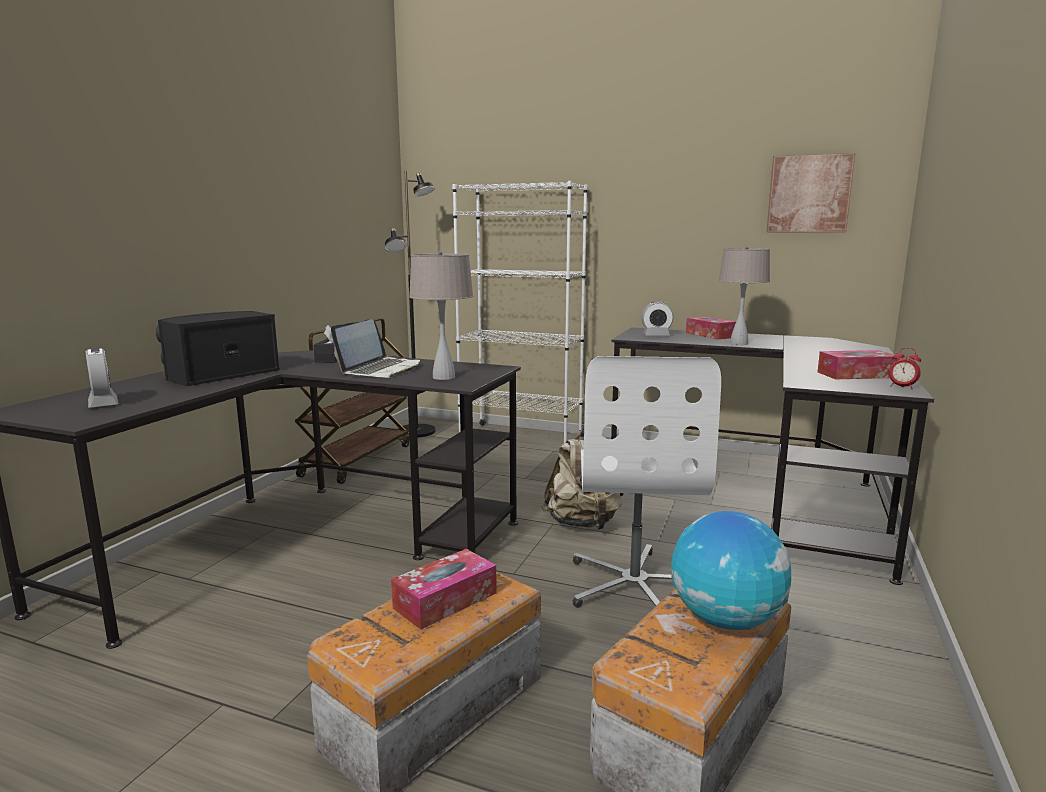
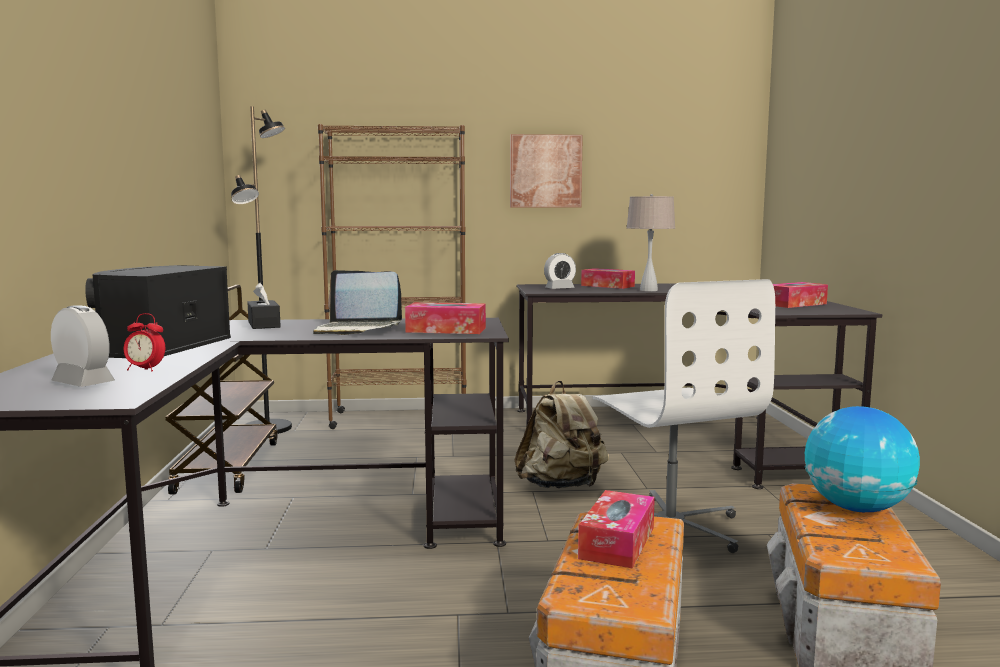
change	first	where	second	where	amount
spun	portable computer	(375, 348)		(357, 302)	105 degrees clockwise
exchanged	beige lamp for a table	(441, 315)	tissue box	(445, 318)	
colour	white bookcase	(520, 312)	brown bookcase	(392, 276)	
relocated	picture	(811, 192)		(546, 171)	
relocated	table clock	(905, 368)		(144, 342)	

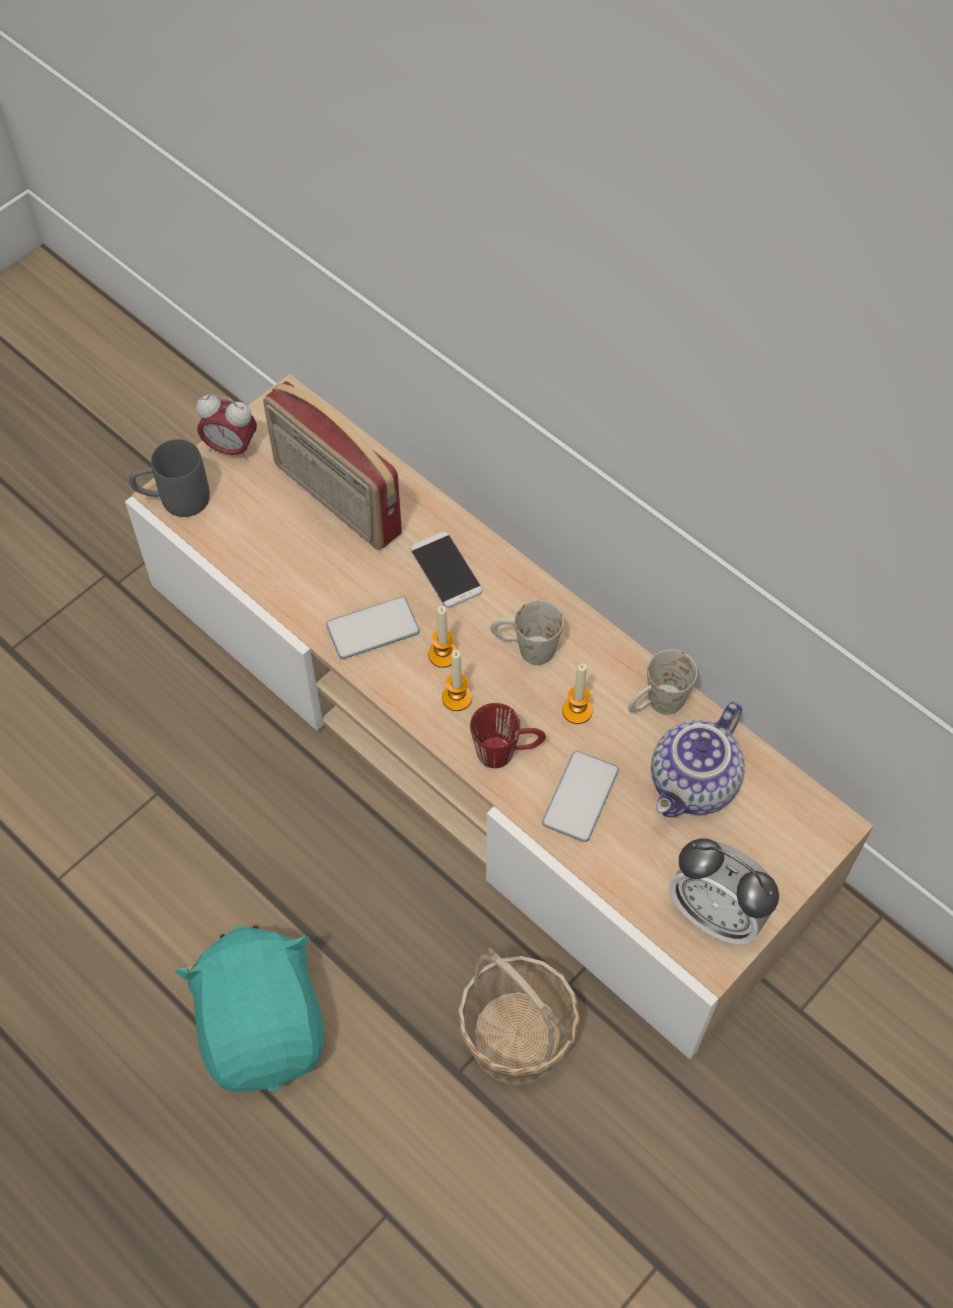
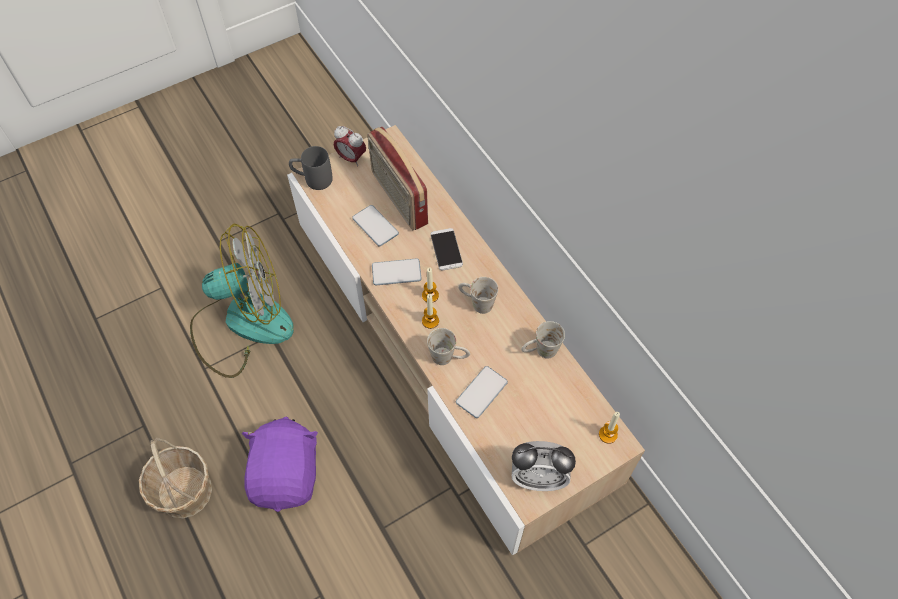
change	first	where	second	where	amount
colour	turquoise-coloured cuddly toy	(249, 1008)	purple-coloured cuddly toy	(280, 464)	
relocated	basket	(518, 1016)		(175, 478)	
colour	red-coloured tea mug	(508, 735)	white tea mug	(448, 346)	
relocated	candle	(577, 694)		(609, 428)	
missing	teapot	(698, 760)			
spun	table clock	(724, 891)		(544, 466)	45 degrees counterclockwise
appeared			fan	(242, 300)	
appeared			telephone	(375, 225)	

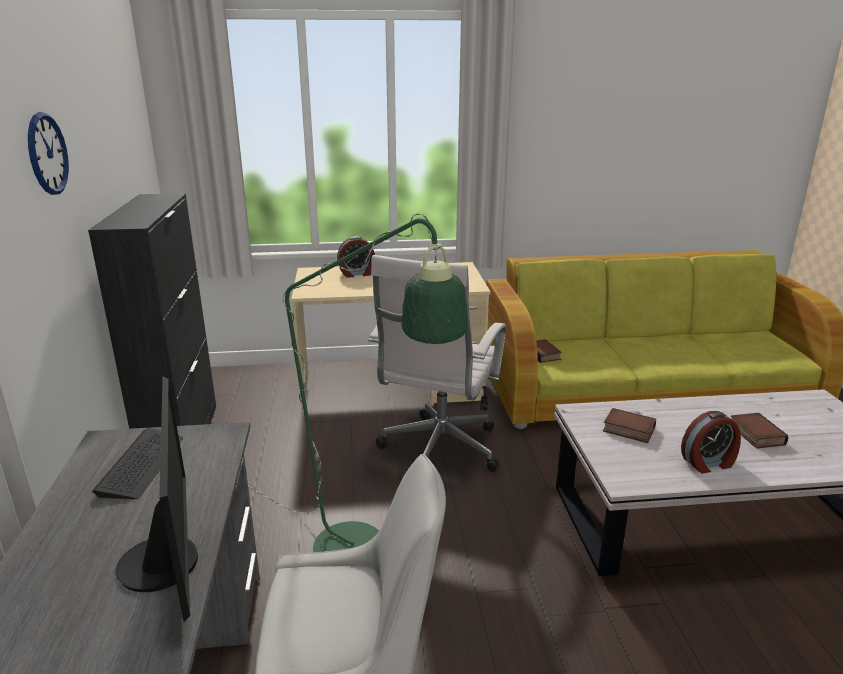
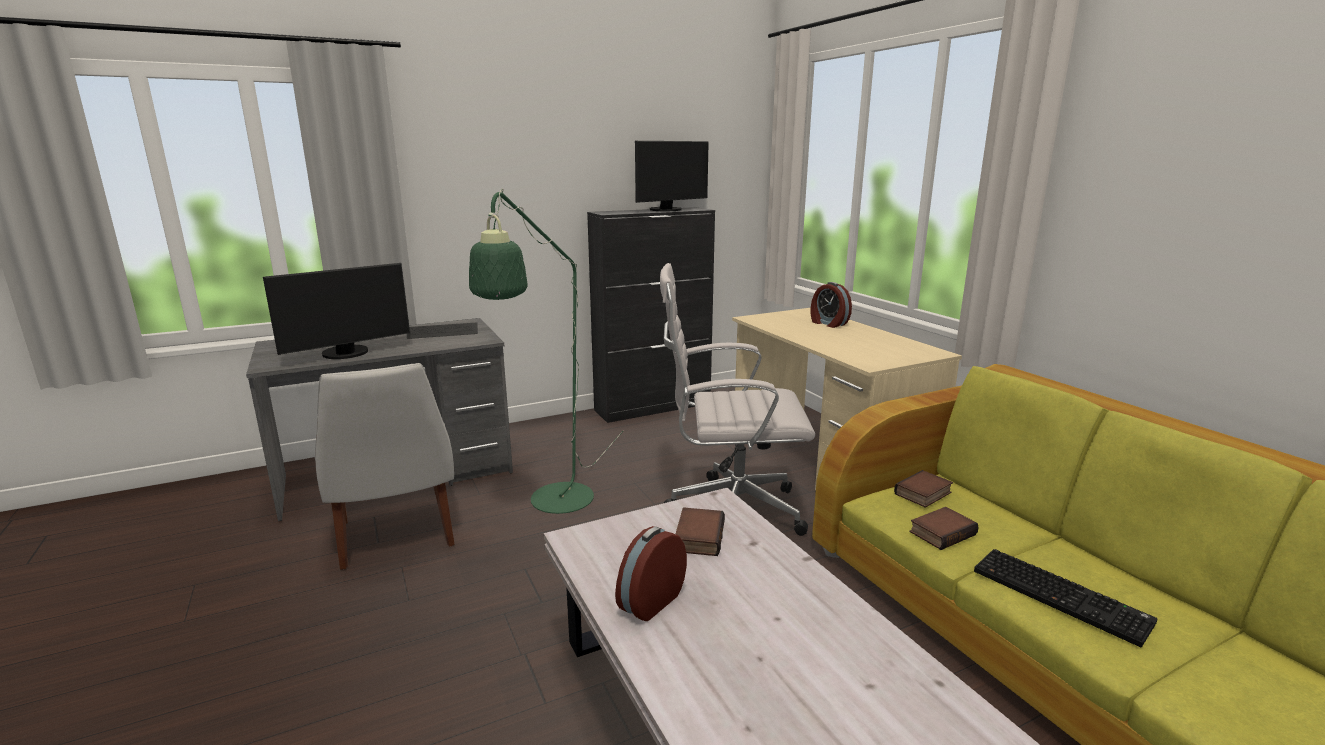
change	first	where	second	where	amount
missing	wall clock	(48, 153)			
spun	table clock	(711, 442)		(651, 573)	75 degrees clockwise
relocated	volume	(759, 430)		(944, 528)	
appeared			computer display	(672, 176)	
appeared			PC keyboard	(1066, 598)	

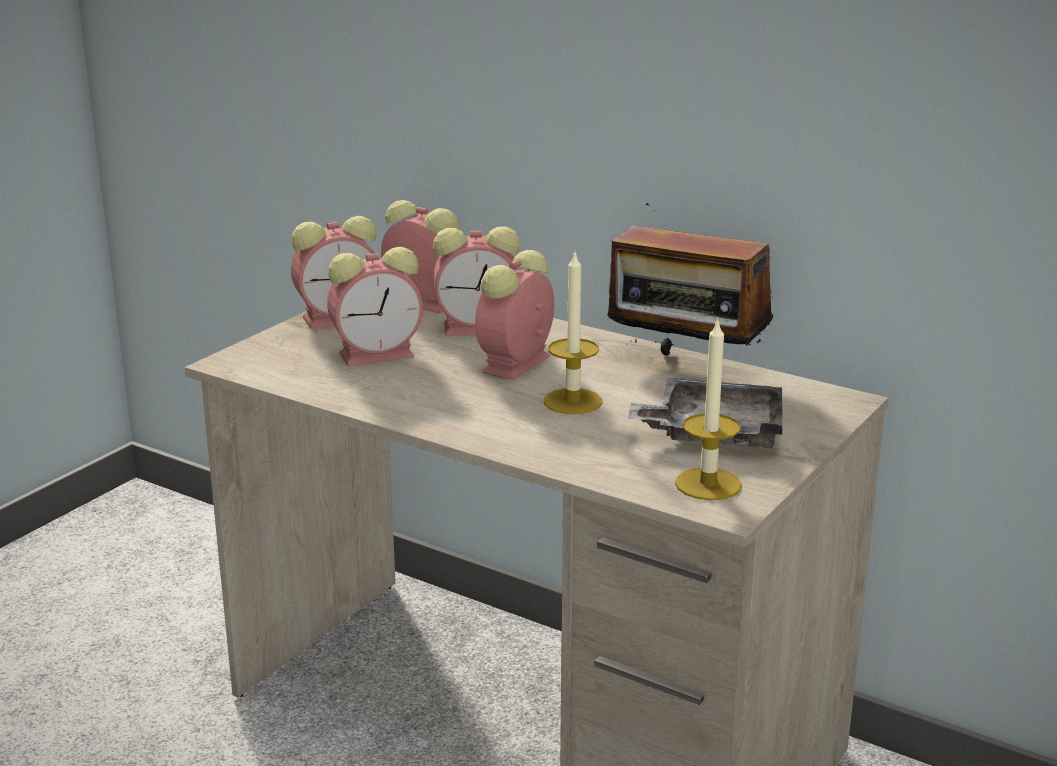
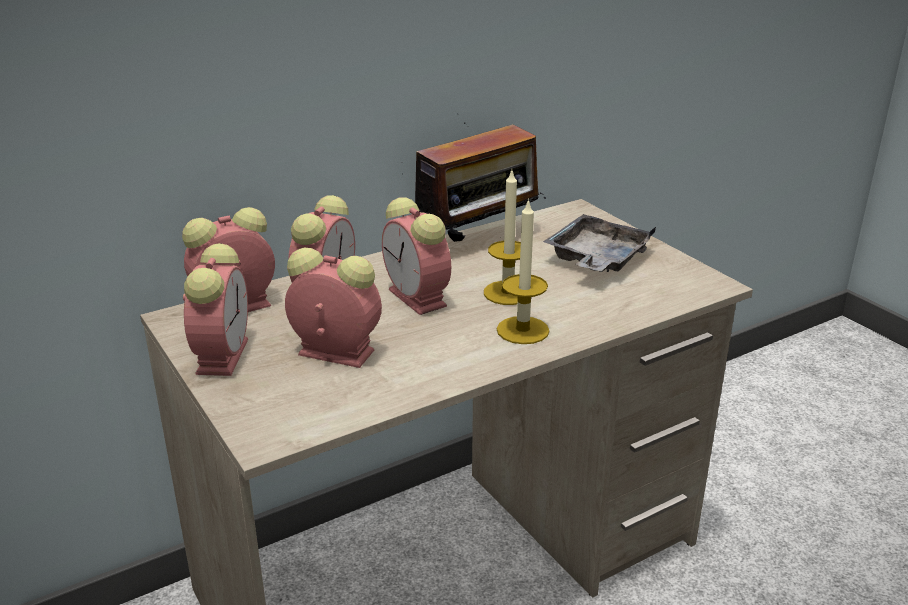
change	first	where	second	where	amount
spun	table clock	(375, 306)		(333, 308)	75 degrees counterclockwise
relocated	candle	(708, 408)		(523, 271)	

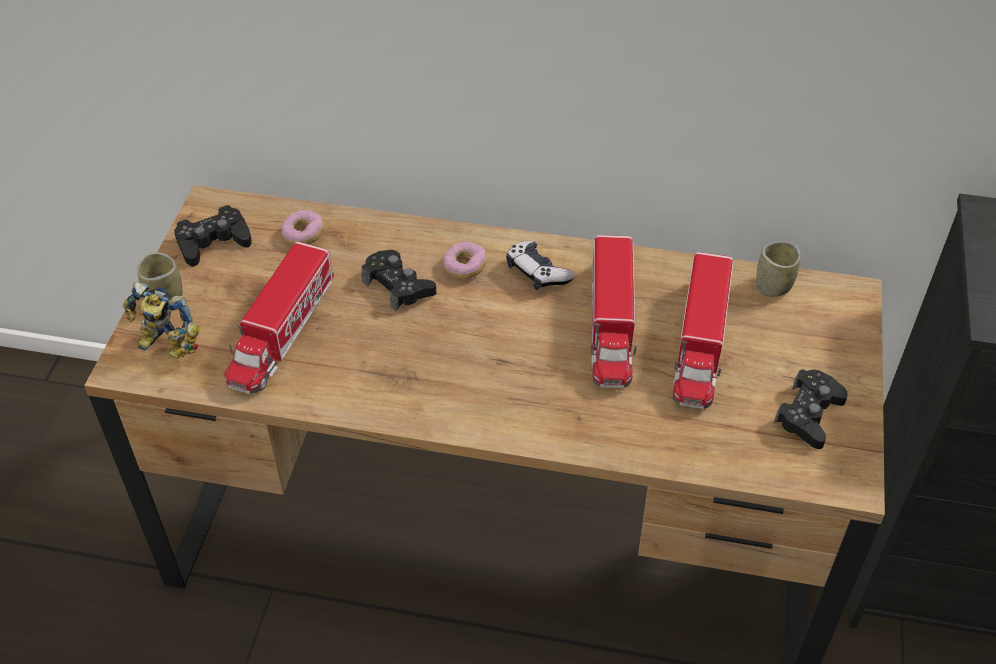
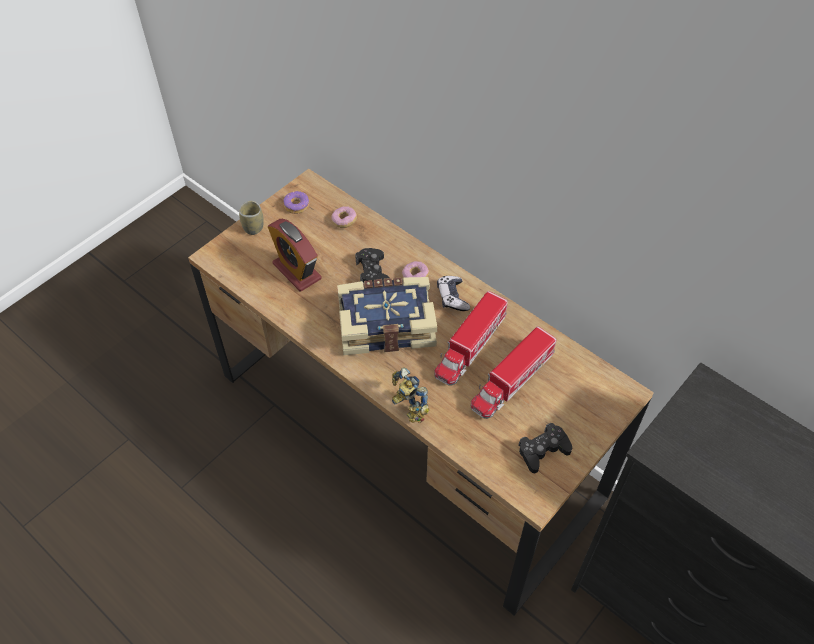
change	first	where	second	where	amount
relocated	model robot	(161, 320)		(410, 395)	
exchanged	black joypad	(213, 236)	donut	(296, 202)	
exchanged	toy lorry	(279, 317)	table clock	(295, 255)	
missing	small cup	(778, 269)			
appeared			volume	(387, 316)	

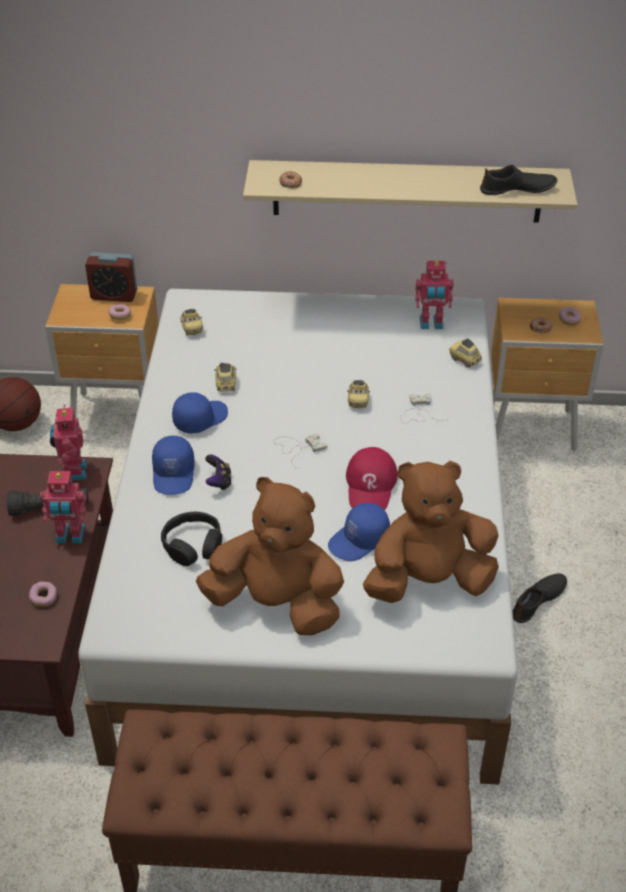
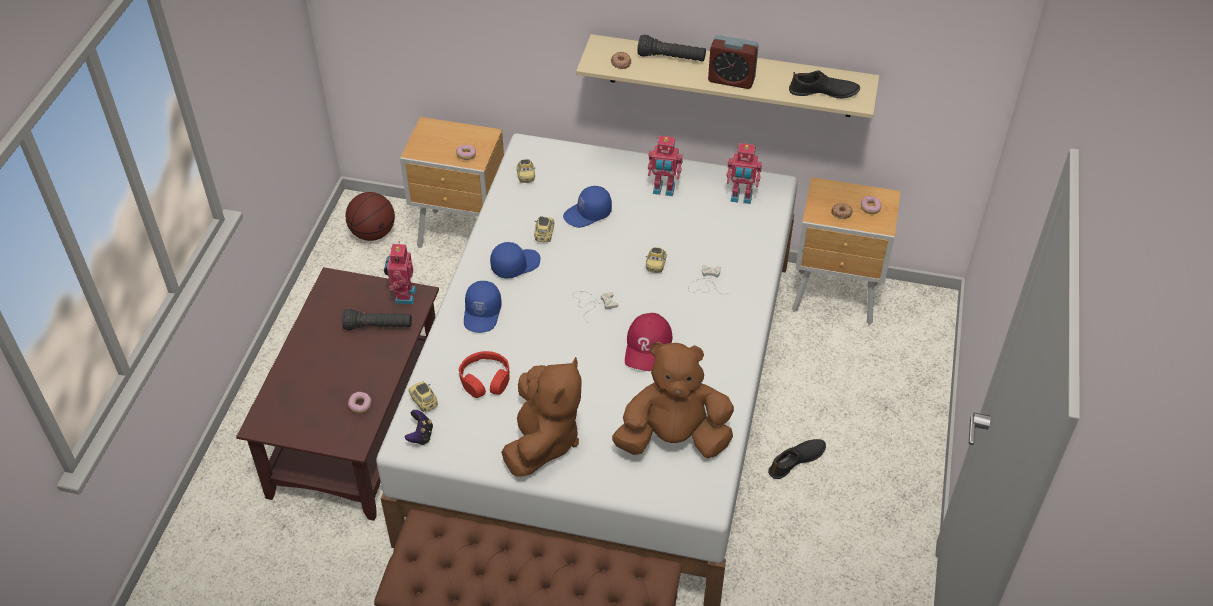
change	first	where	second	where	amount
relocated	model robot	(63, 507)		(665, 166)	
relocated	table clock	(111, 277)		(733, 62)	
colour	black headphones	(191, 539)	red-coloured headphones	(484, 374)	
spun	brown cuddly toy	(270, 556)		(541, 417)	75 degrees clockwise
relocated	joypad	(218, 472)		(419, 427)	
relocated	blue-coloured baseball cap	(359, 532)		(587, 207)	
relocated	miniature car	(465, 353)		(423, 396)	
appeared			black torch	(671, 48)	

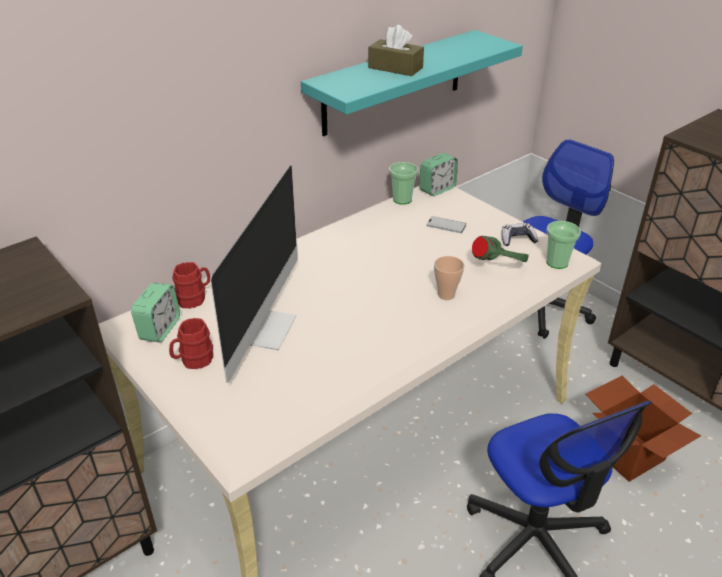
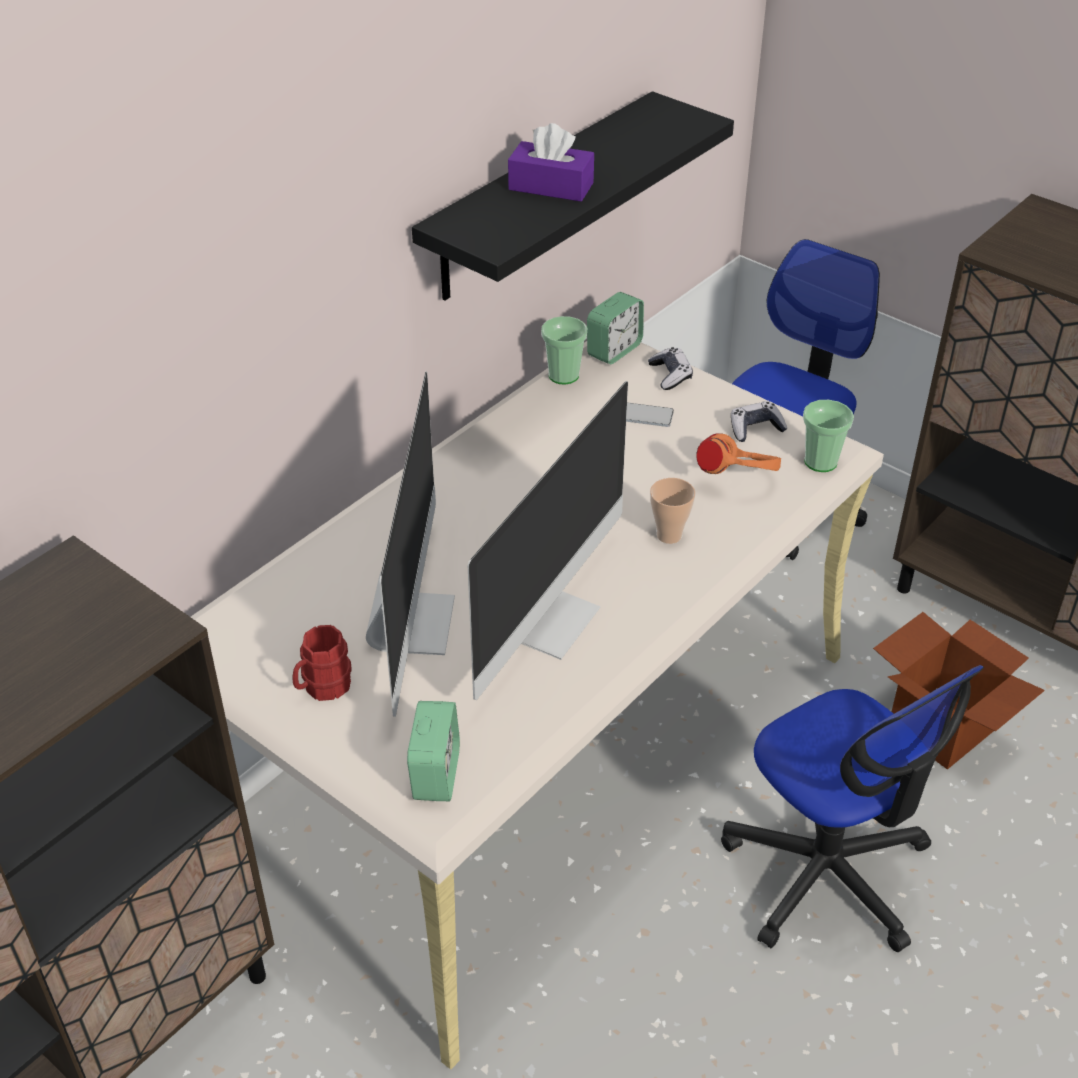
change	first	where	second	where	amount
relocated	table clock	(155, 313)		(433, 751)	
missing	red-coloured tea mug	(191, 285)			
colour	turquoise-coloured wall shelf	(412, 83)	black wall shelf	(573, 196)	
colour	brown tissue box	(396, 50)	purple-coloured tissue box	(551, 162)	
colour	green headphones	(500, 249)	orangey headphones	(738, 453)	
appeared			computer display	(548, 540)	
appeared			joypad	(670, 368)	

